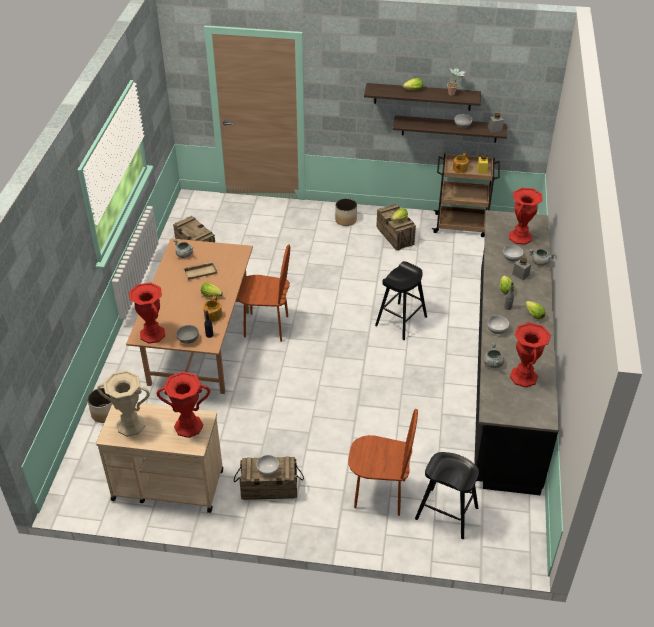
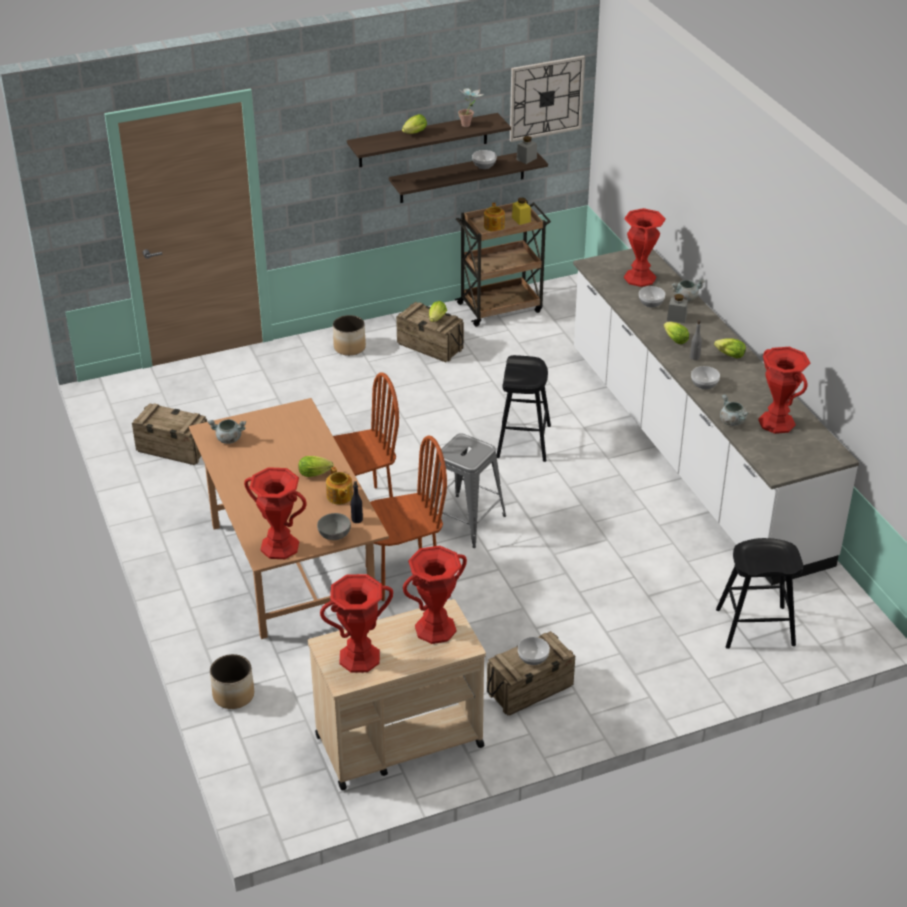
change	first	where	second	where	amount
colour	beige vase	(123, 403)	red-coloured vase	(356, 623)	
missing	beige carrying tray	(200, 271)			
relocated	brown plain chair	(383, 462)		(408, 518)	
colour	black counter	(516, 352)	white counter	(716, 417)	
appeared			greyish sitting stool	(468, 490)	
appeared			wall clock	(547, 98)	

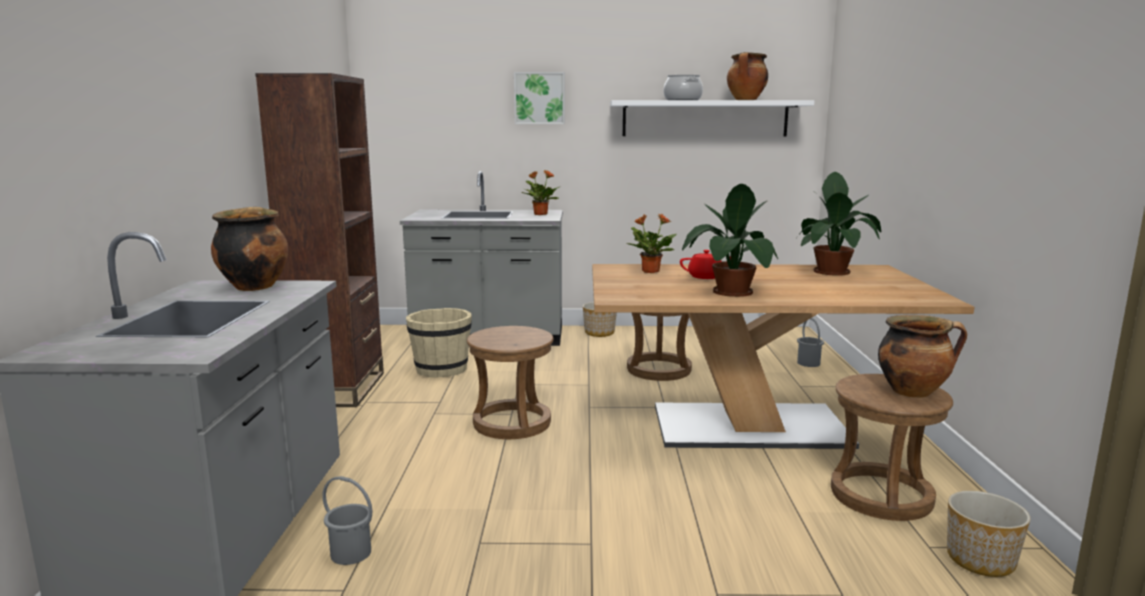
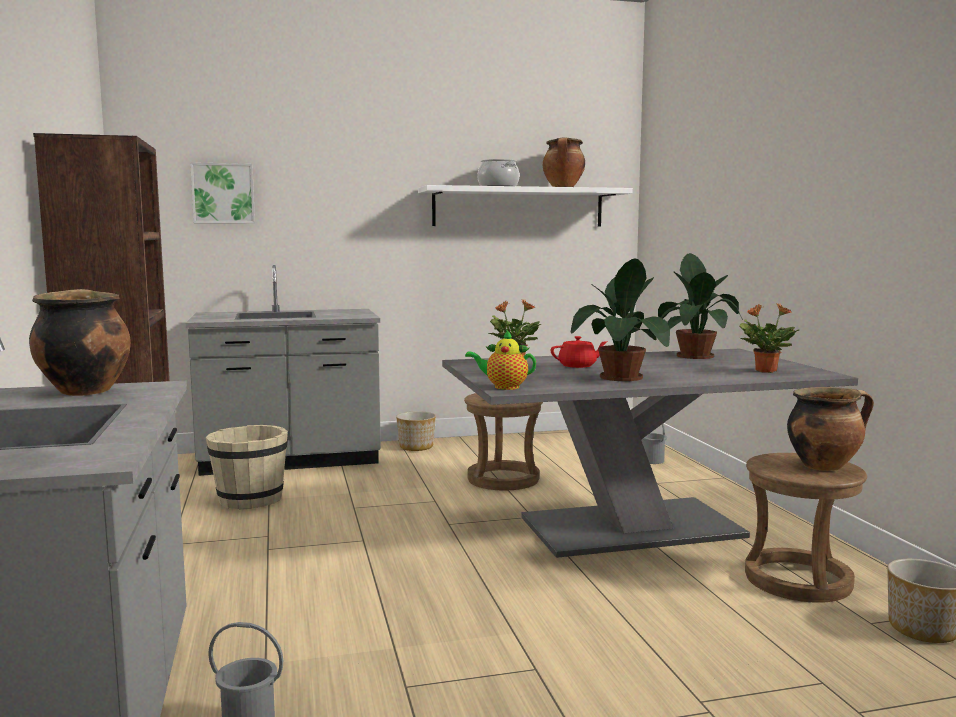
change	first	where	second	where	amount
missing	brown sitting stool	(510, 382)			
relocated	picture	(539, 98)		(222, 192)	
relocated	potted plant	(540, 192)		(769, 338)	
colour	brown kitchen table	(783, 356)	greyish kitchen table	(650, 453)	
appeared			teapot	(500, 360)	

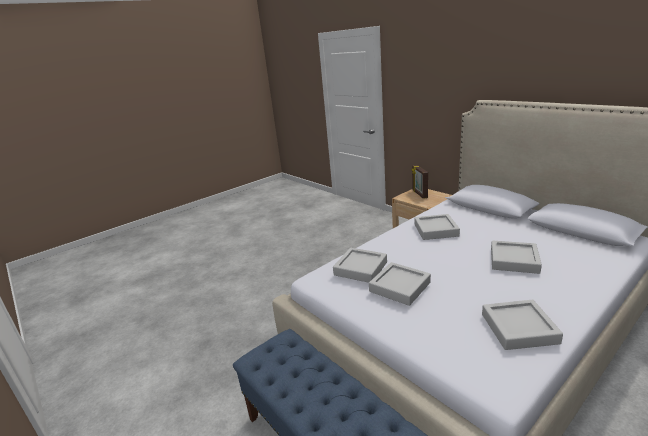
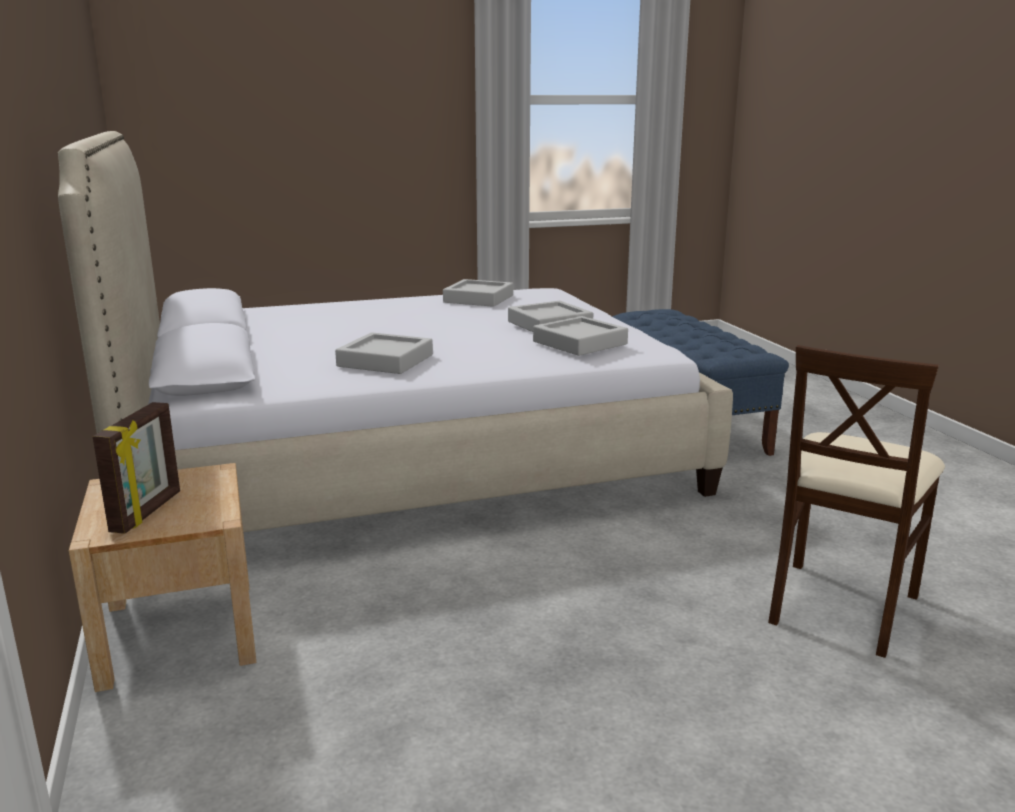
change	first	where	second	where	amount
missing	greyish carrying tray	(516, 257)			
appeared			beige plain chair	(856, 501)	

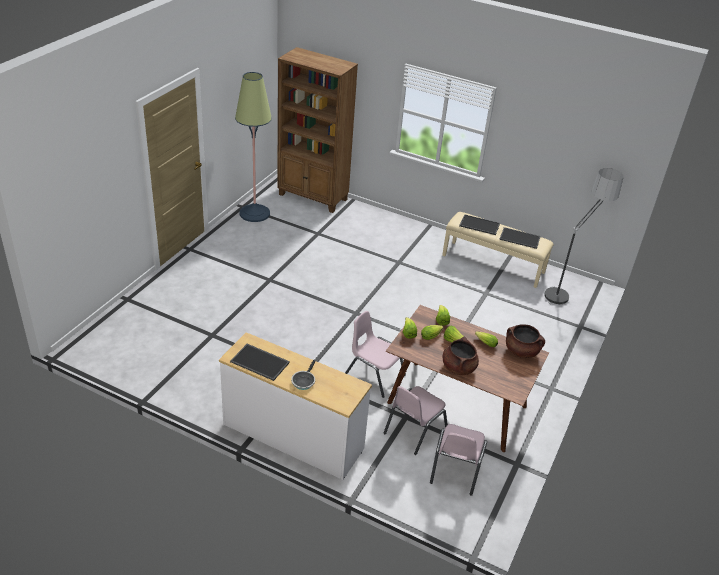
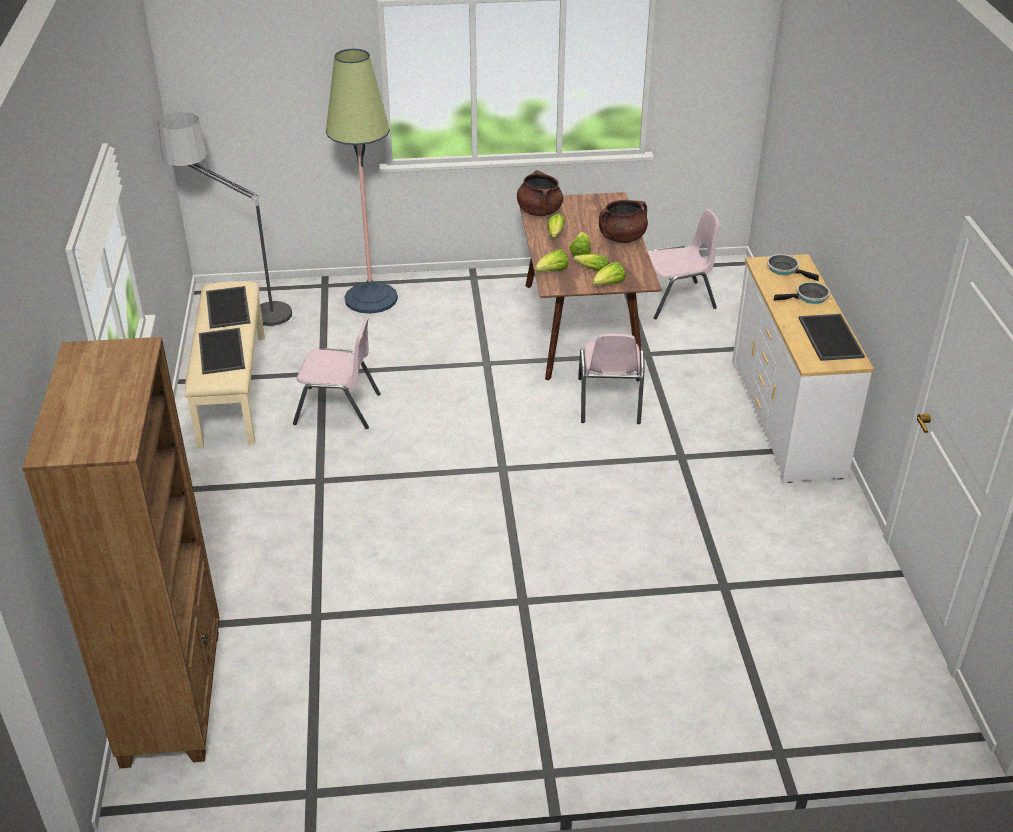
change	first	where	second	where	amount
relocated	floor lamp	(253, 147)		(362, 181)	
relocated	pink plain chair	(416, 420)		(337, 373)	
appeared			pan	(793, 267)	

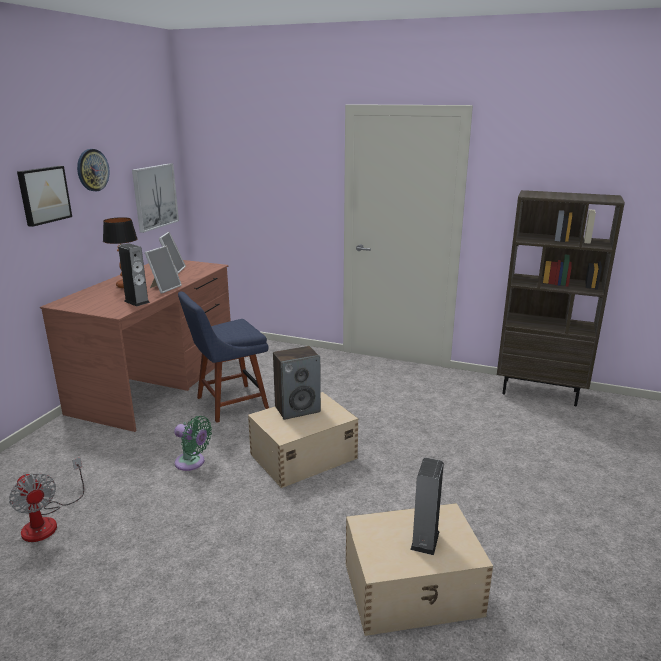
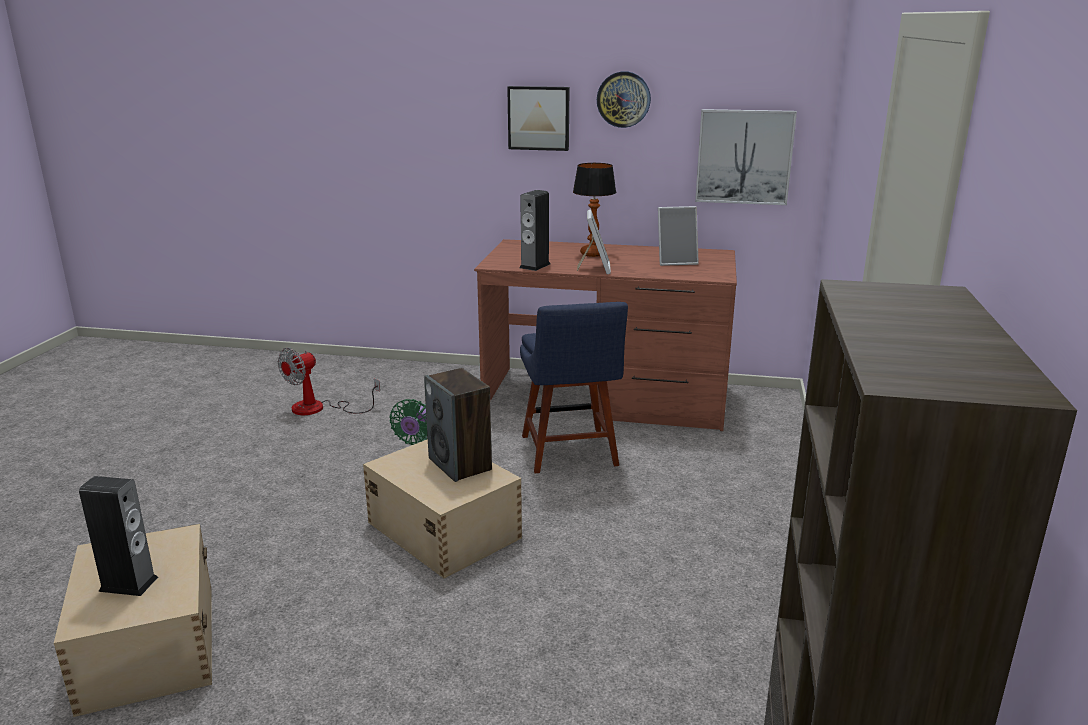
change	first	where	second	where	amount
spun	picture frame	(163, 270)		(594, 242)	105 degrees counterclockwise
spun	blue-coloured plain chair	(223, 357)		(574, 387)	150 degrees counterclockwise

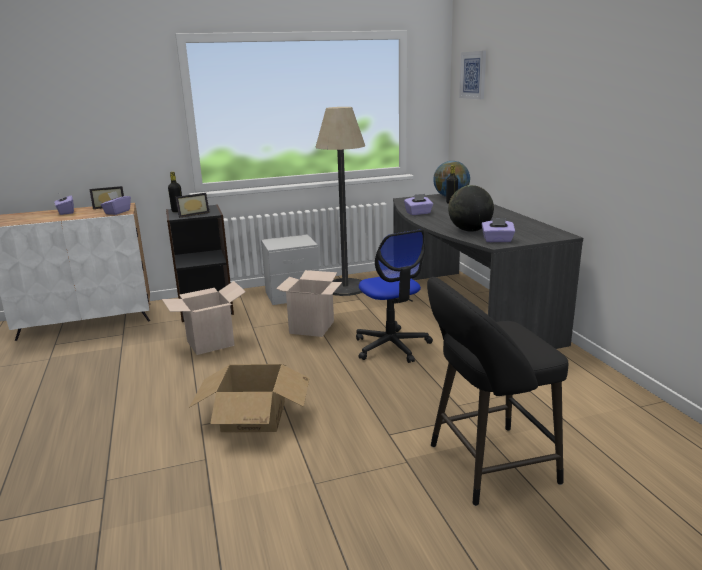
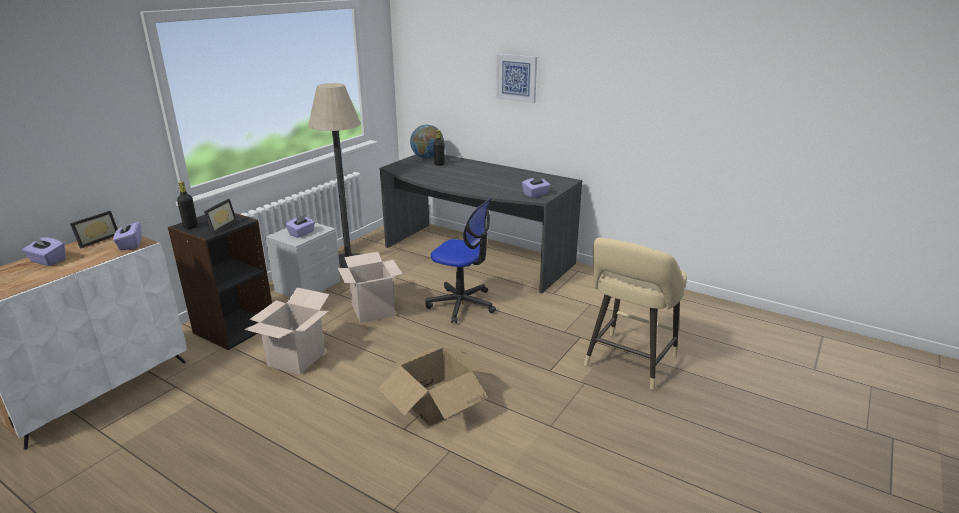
change	first	where	second	where	amount
relocated	purple-coloured tissue box	(418, 204)		(300, 226)	
colour	black sitting stool	(497, 391)	beige sitting stool	(635, 314)	
missing	desk globe	(471, 208)			
relocated	picture	(472, 75)		(516, 78)	

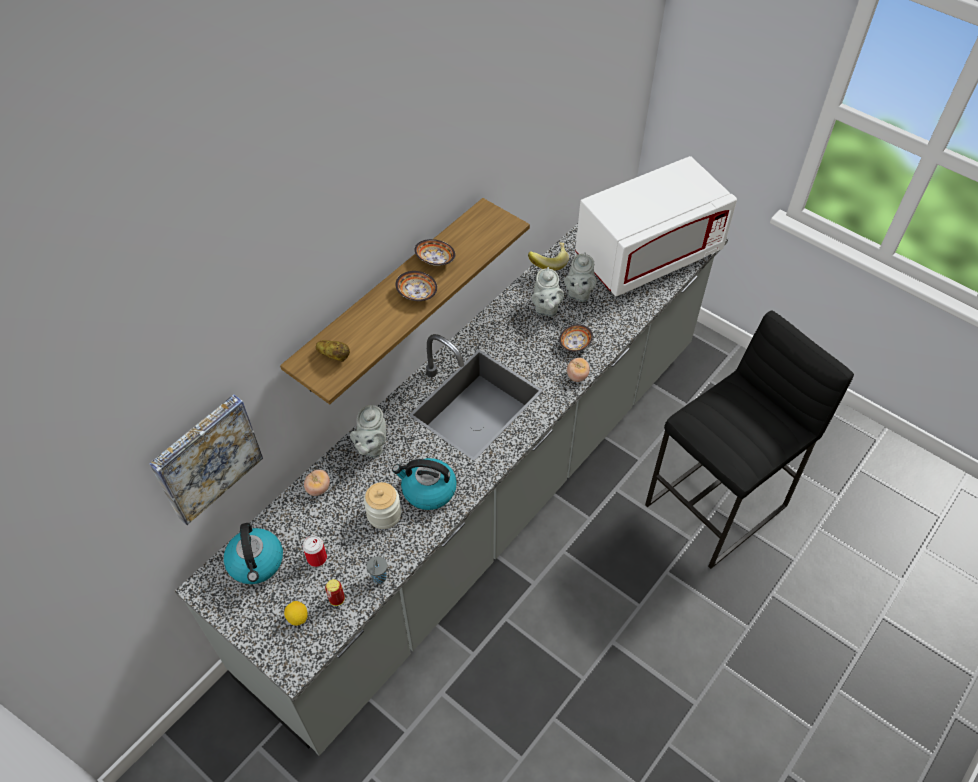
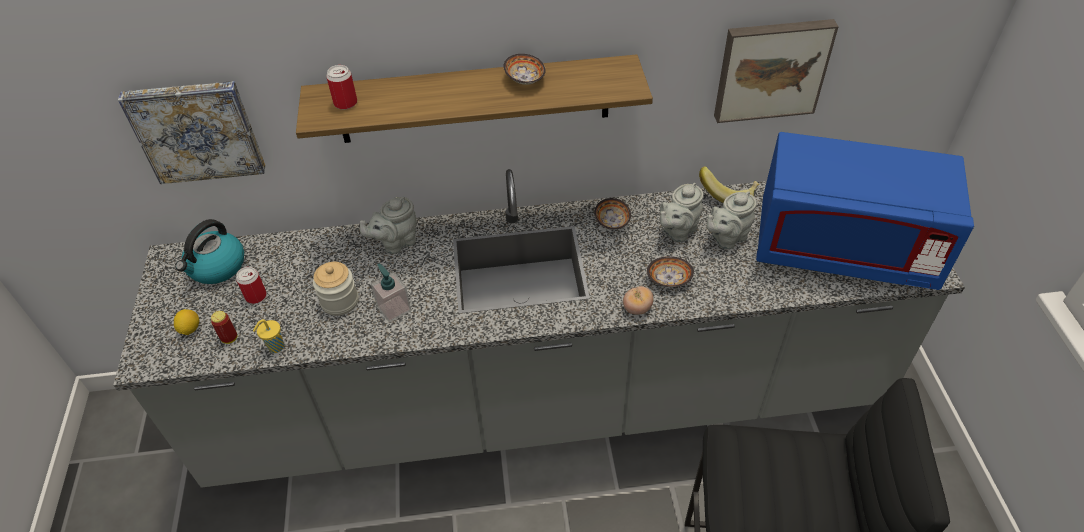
change	first	where	second	where	amount
missing	whole tomato	(317, 483)			
exchanged	spud	(333, 351)	metal can	(341, 87)	
colour	greyish small cup	(377, 570)	yellow small cup	(268, 336)	
exchanged	tea kettle	(424, 484)	liquid soap bottle	(391, 293)	
relocated	serving bowl	(416, 286)		(612, 214)	
colour	white microwave	(656, 226)	blue-coloured microwave	(865, 211)	
appeared			picture	(776, 71)	

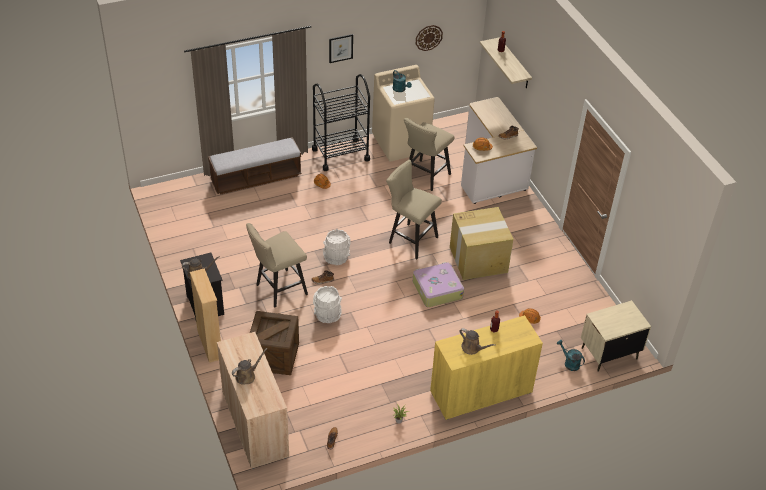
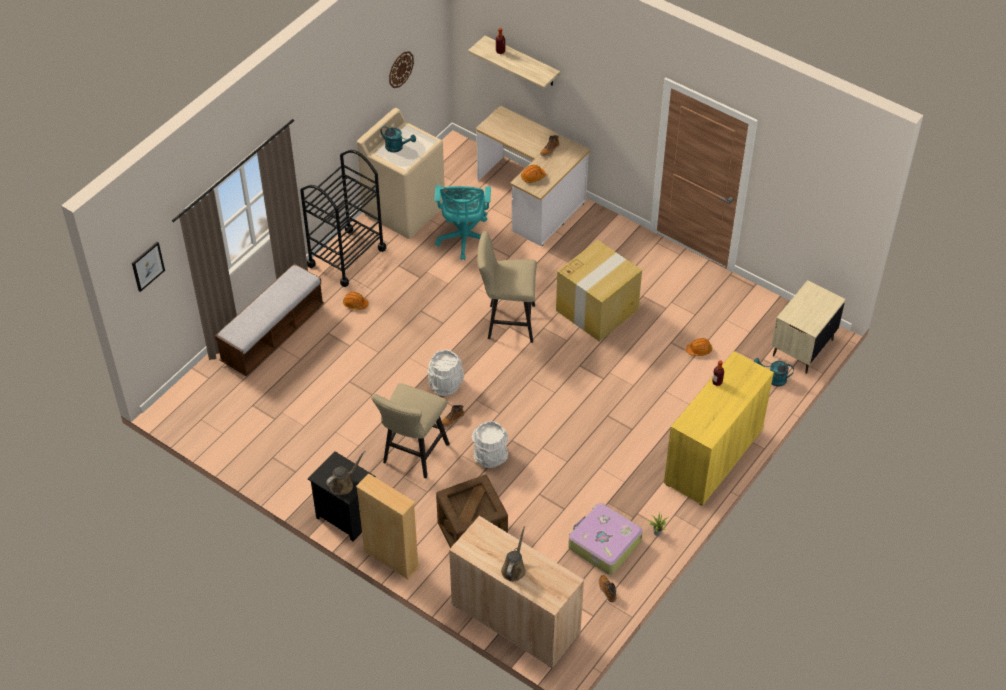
change	first	where	second	where	amount
relocated	picture	(341, 48)		(148, 267)	
exchanged	beige sitting stool	(429, 154)	turquoise-coloured computer chair	(464, 222)	
relocated	travel case	(438, 284)		(605, 539)	
missing	brown sprinkling can	(477, 341)			

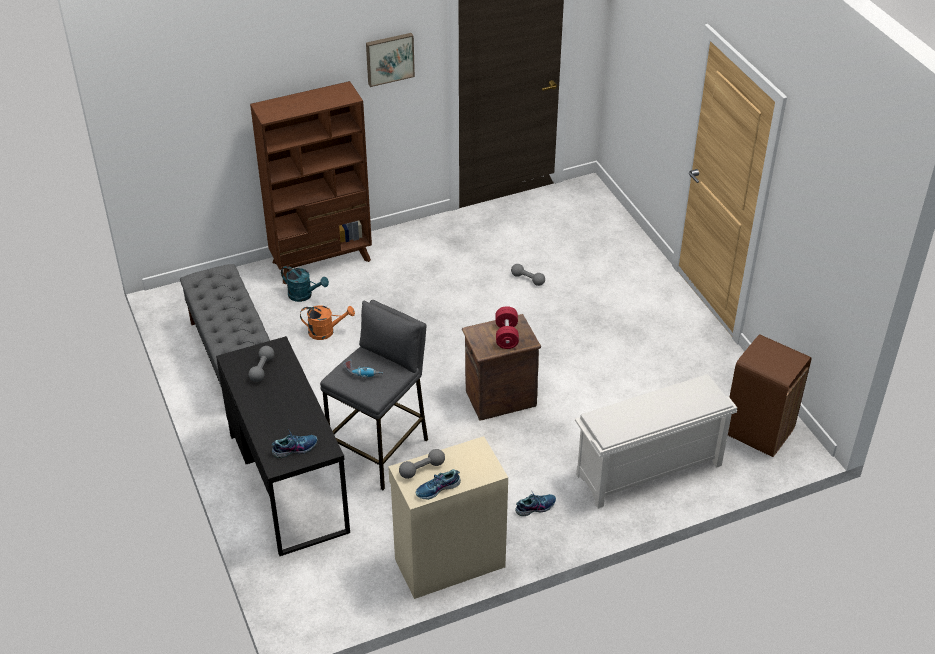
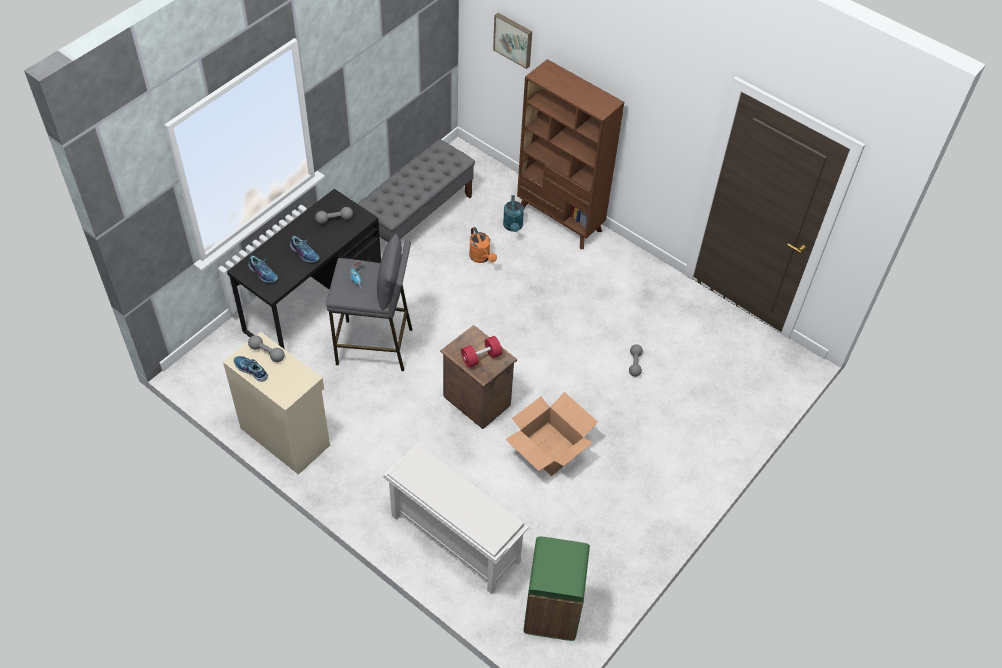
change	first	where	second	where	amount
relocated	picture	(390, 60)		(512, 41)	
relocated	item of footwear	(535, 502)		(304, 249)	
colour	brown trash can	(770, 395)	green trash can	(557, 588)	
appeared			carton	(551, 434)	

